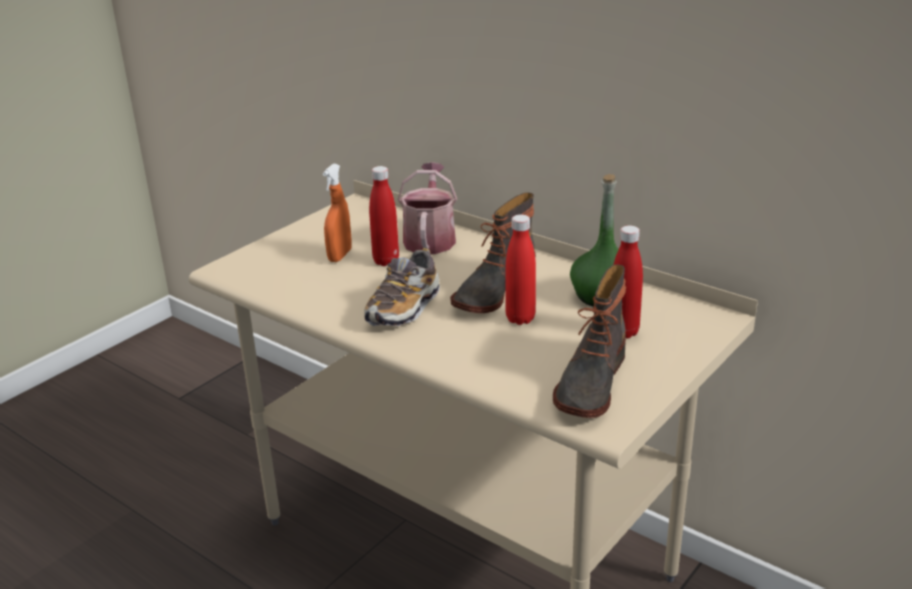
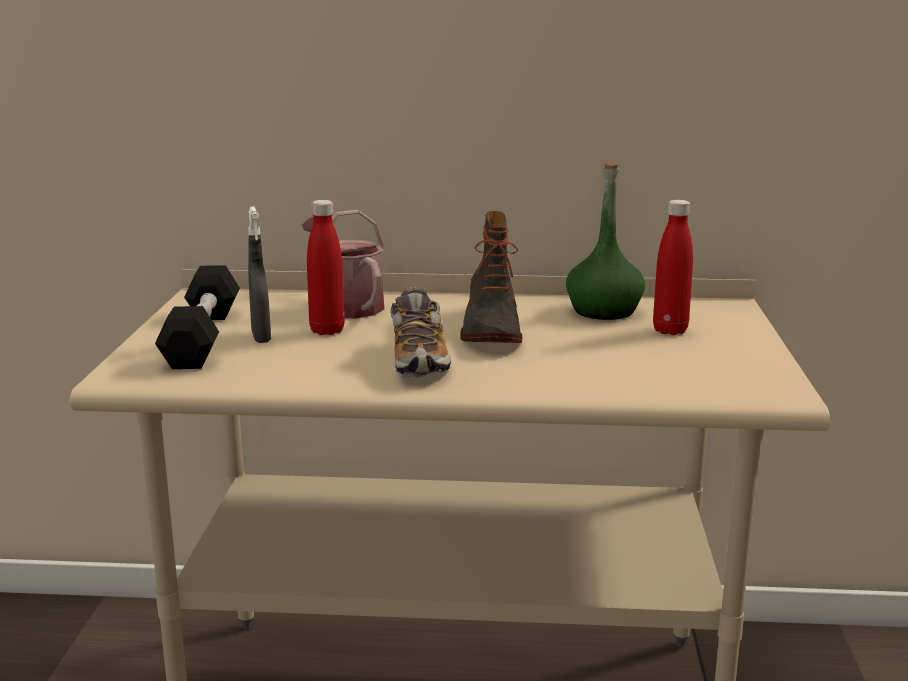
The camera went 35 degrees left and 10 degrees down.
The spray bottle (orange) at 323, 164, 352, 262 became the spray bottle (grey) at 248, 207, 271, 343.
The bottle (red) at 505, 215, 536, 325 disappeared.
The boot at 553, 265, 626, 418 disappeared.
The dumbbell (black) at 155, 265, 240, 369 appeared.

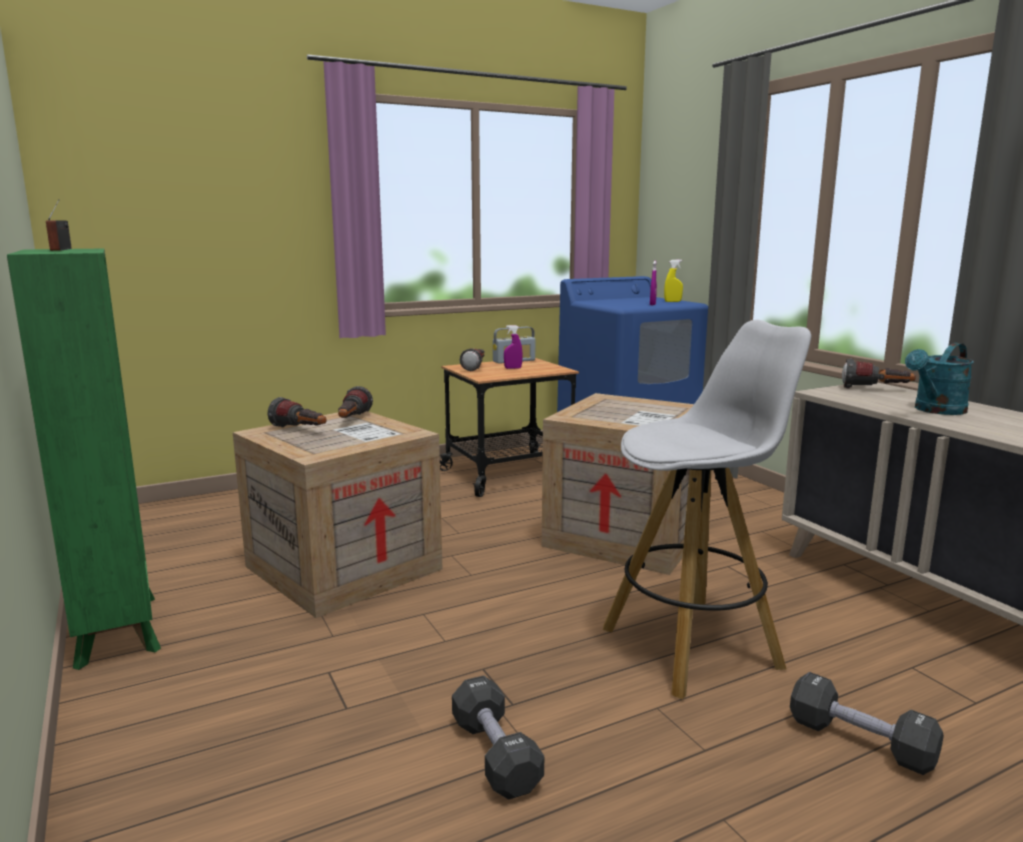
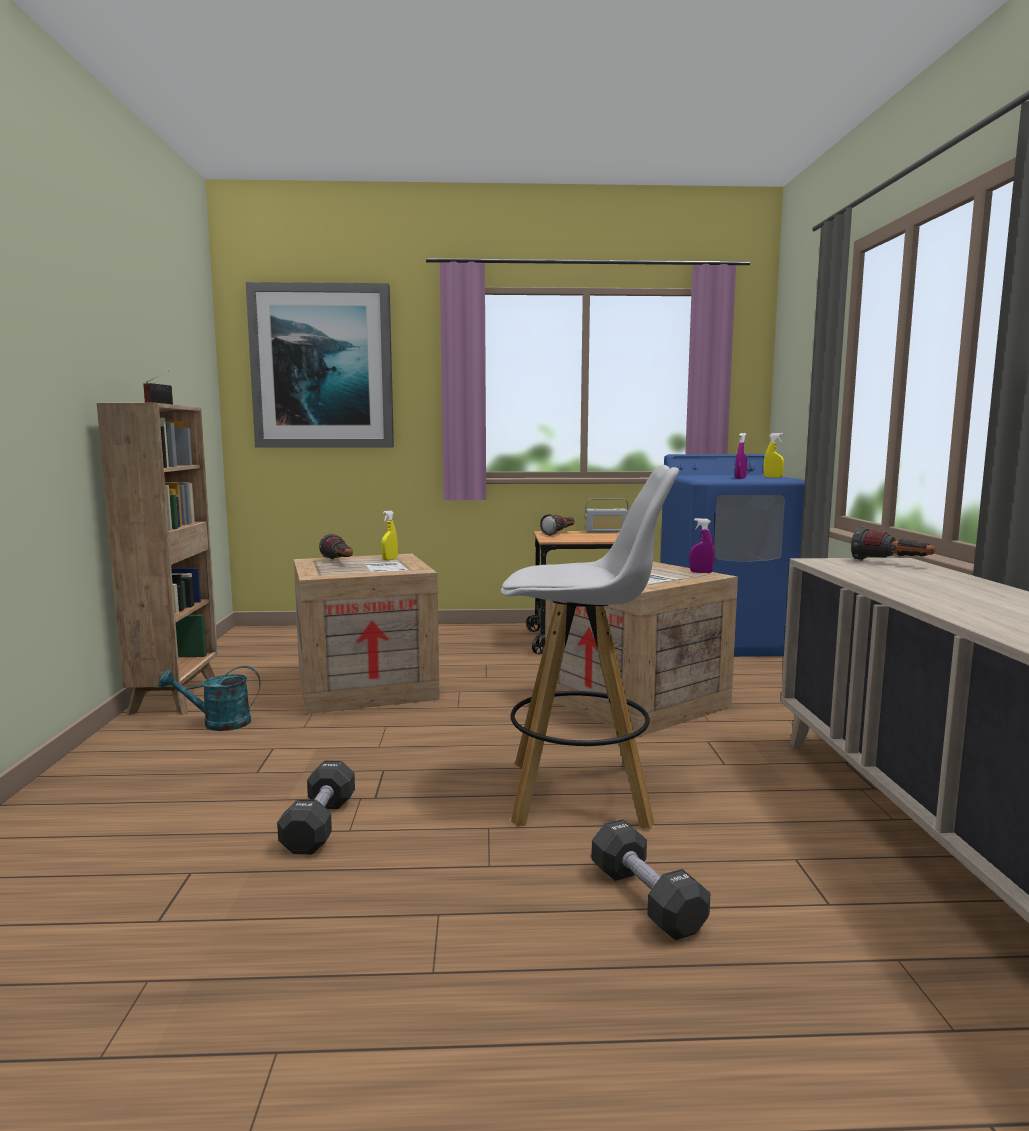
The camera went 25 degrees right and 5 degrees down.
The bookcase (green) at 7, 248, 161, 670 became the bookcase (brown) at 97, 403, 218, 715.
The flashlight at 338, 386, 373, 418 was replaced by the spray bottle (yellow) at 381, 510, 398, 560.
The spray bottle (purple) moved from 504, 325, 523, 369 to 689, 518, 714, 573.
The watering can (turquoise) moved from 905, 343, 974, 415 to 159, 666, 261, 731.
The picture at 246, 282, 394, 448 appeared.

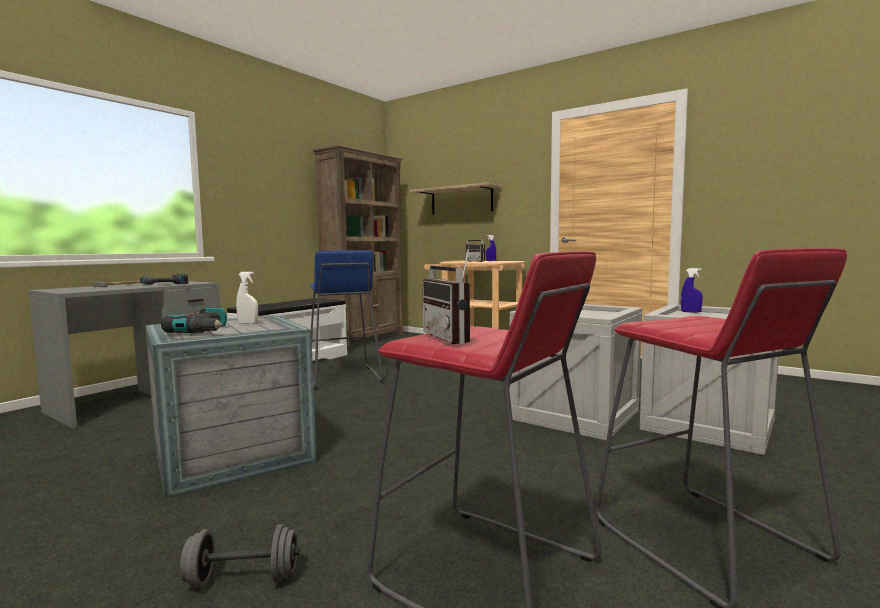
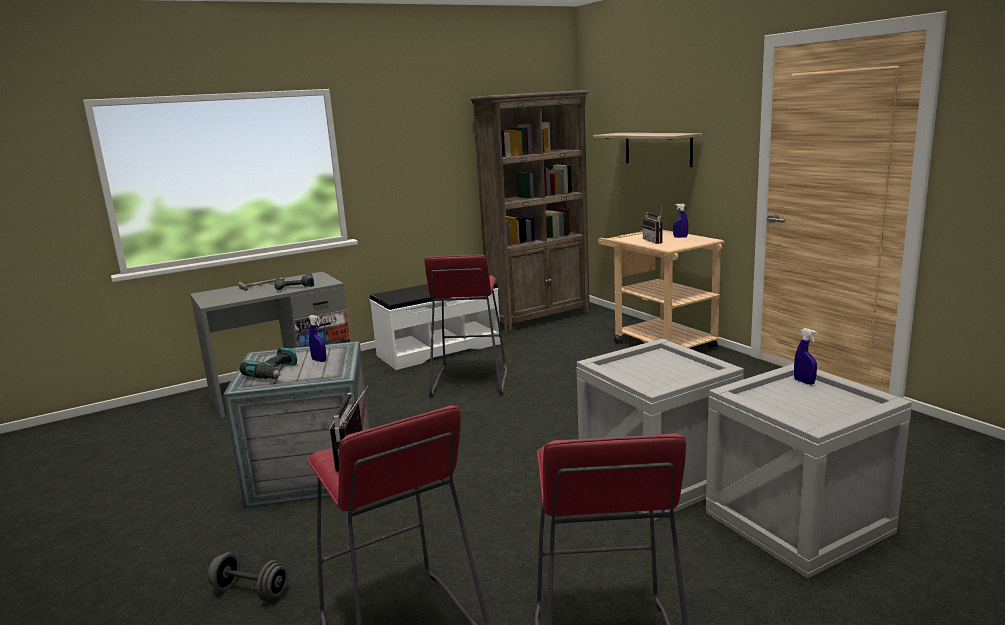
The camera went 25 degrees right and 10 degrees up.
The spray bottle (white) at 236, 272, 258, 324 became the spray bottle (blue) at 308, 315, 326, 362.
The stool (blue) at 310, 250, 384, 389 became the stool (red) at 425, 255, 507, 396.

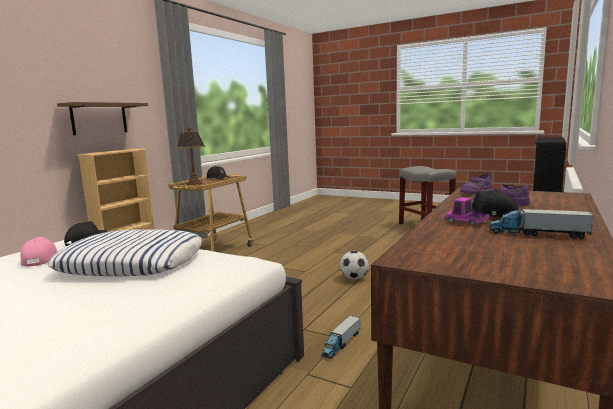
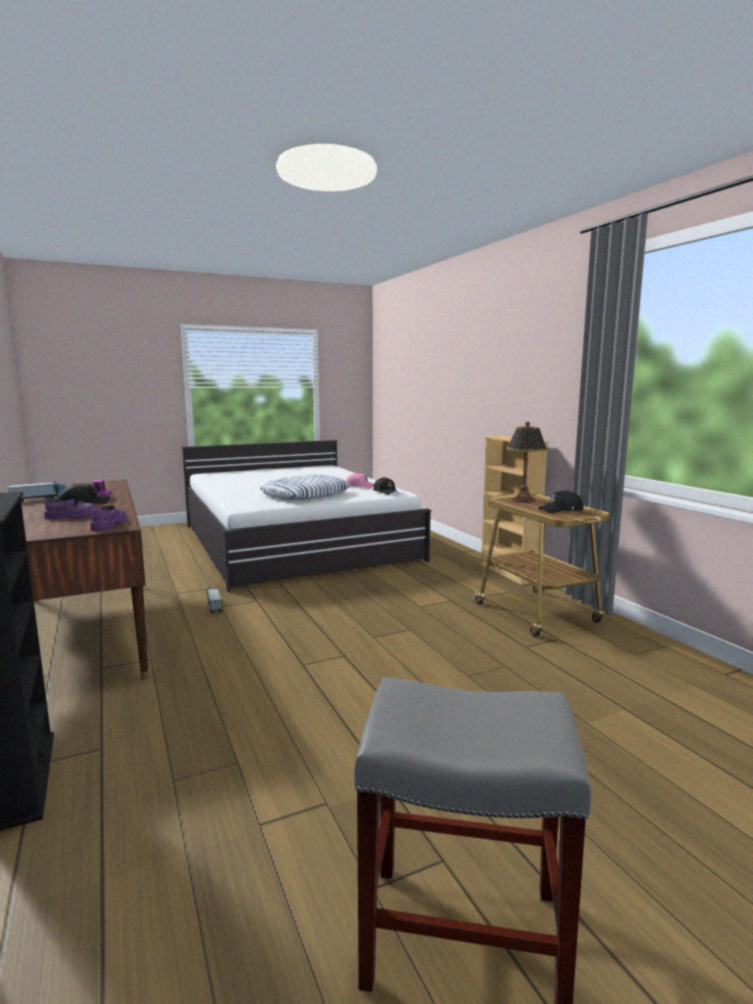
The camera went 125 degrees right and 0 degrees up.
The shelf (brown) at 57, 102, 148, 135 disappeared.
The football at 340, 251, 369, 279 disappeared.

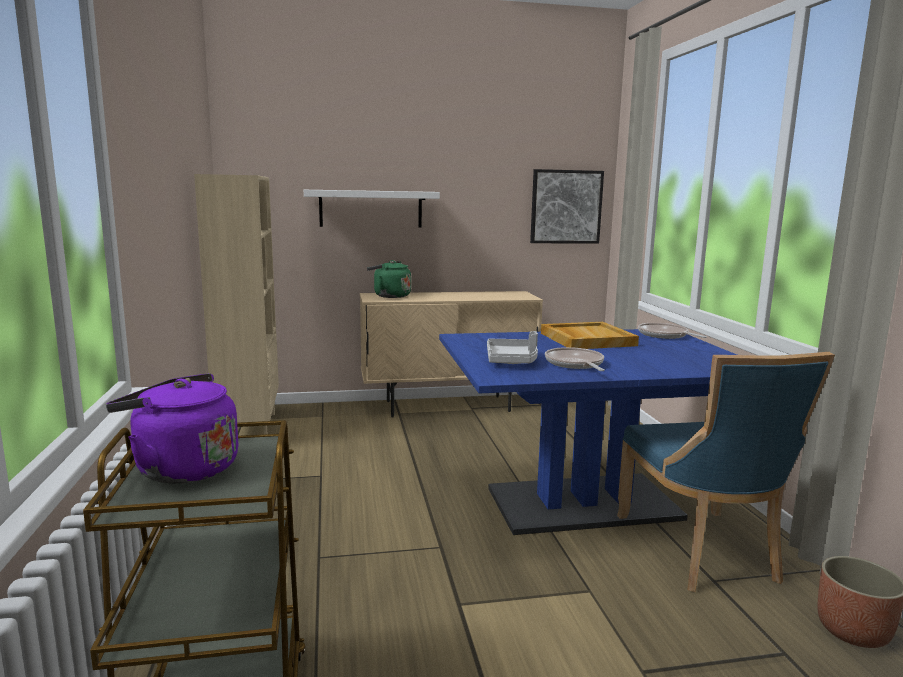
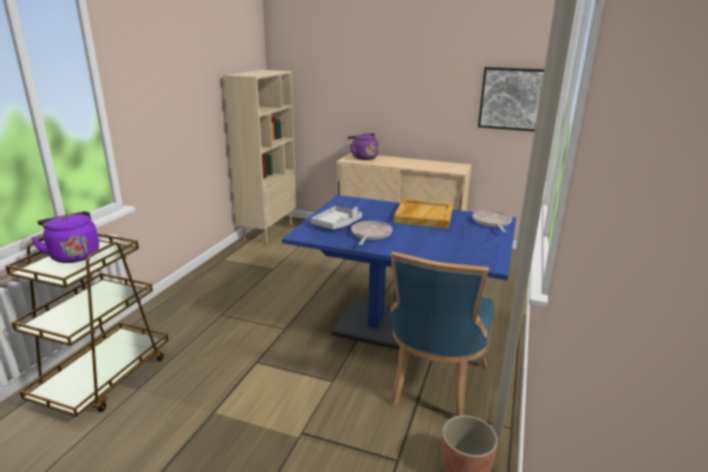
The camera went 30 degrees right and 10 degrees up.
The shelf (white) at 304, 190, 440, 228 disappeared.
The kettle (green) at 367, 260, 411, 298 became the kettle (purple) at 348, 133, 378, 160.

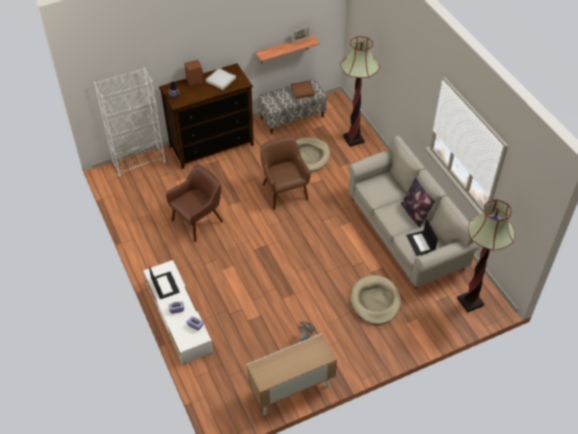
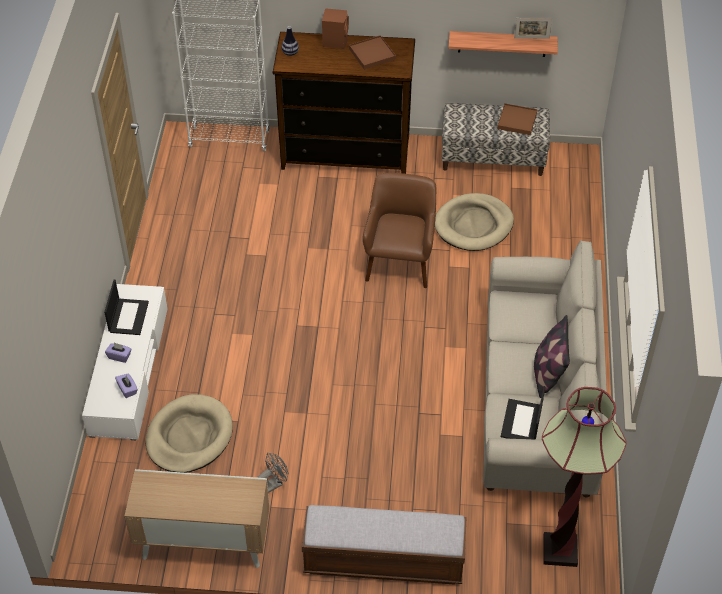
The camera went 30 degrees right and 0 degrees up.
The armchair (brown) at 166, 165, 223, 242 disappeared.
The tray (white) at 206, 68, 236, 90 became the tray (brown) at 349, 35, 396, 70.
The floor lamp at 340, 36, 380, 147 disappeared.
The dog bed (beige) moved from 350, 275, 401, 325 to 146, 394, 233, 473.
The bench at 302, 505, 466, 585 appeared.

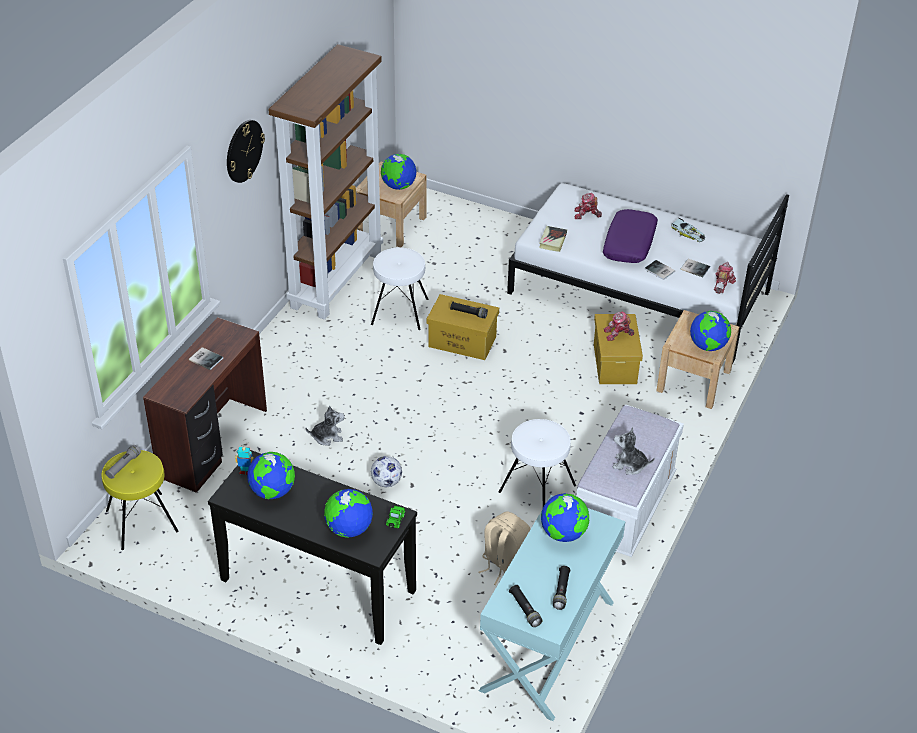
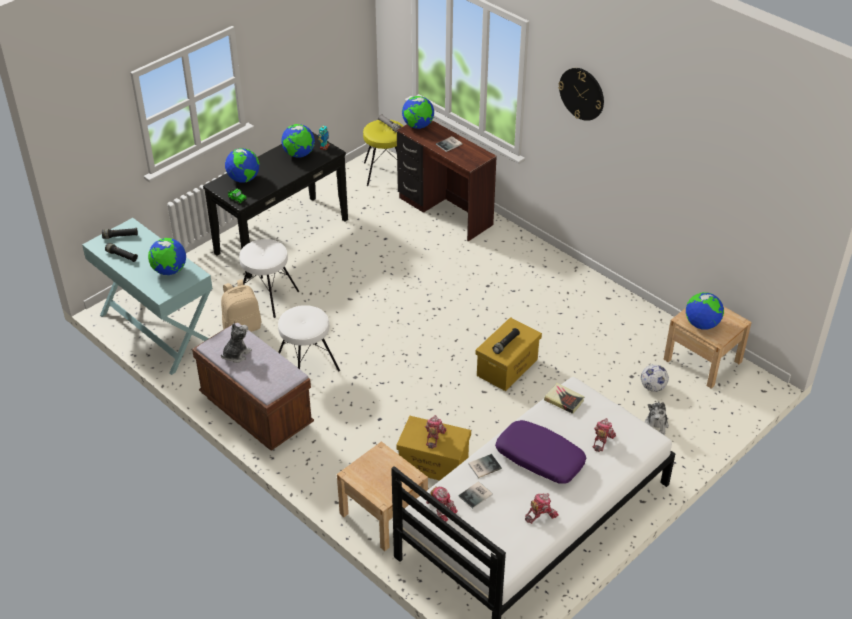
The camera went 110 degrees right and 0 degrees up.
The bookcase (brown) at 268, 44, 383, 320 disappeared.
The plush toy moved from 306, 406, 345, 446 to 645, 402, 669, 435.
The stool (white) moved from 371, 247, 428, 330 to 239, 239, 299, 318.
The football moved from 371, 456, 402, 487 to 641, 364, 669, 392.
The bench (white) at 576, 405, 684, 557 became the bench (brown) at 192, 322, 314, 450.
The toy car at 671, 218, 705, 242 was replaced by the toy robot at 525, 493, 559, 524.
The globe moved from 690, 311, 731, 351 to 402, 96, 434, 129.

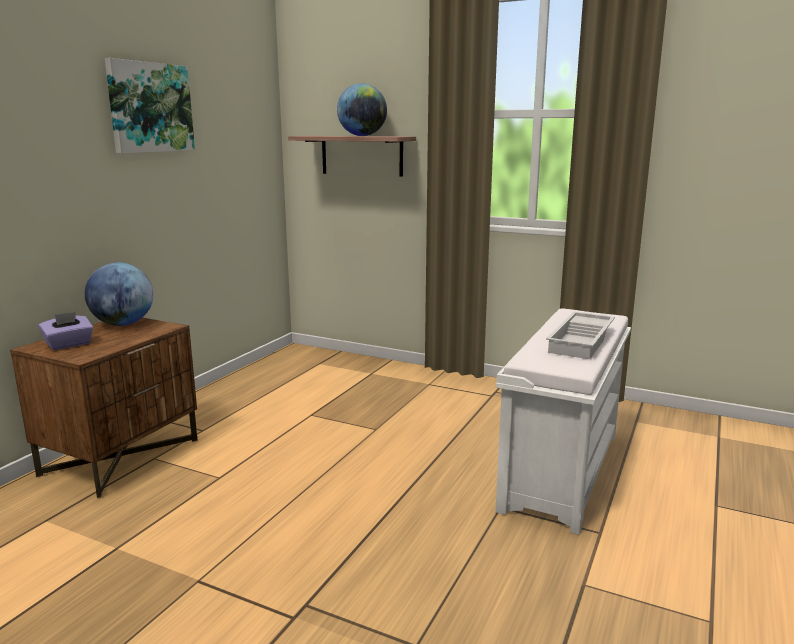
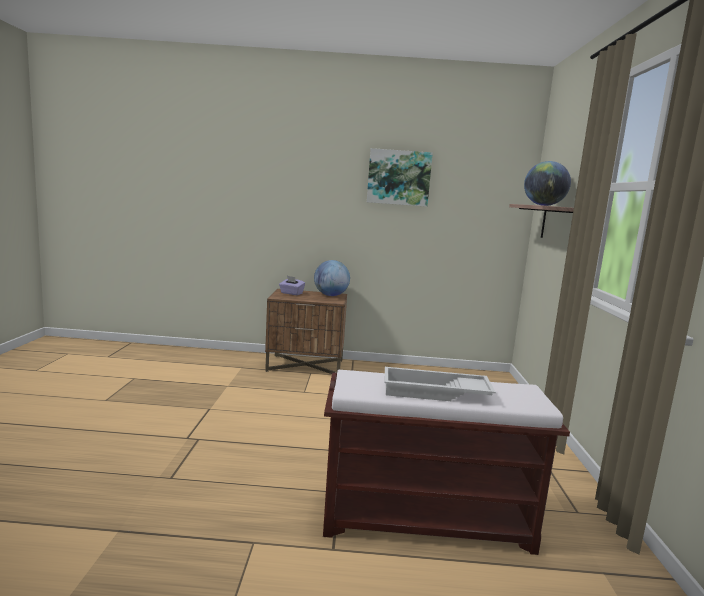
The camera went 65 degrees right and 5 degrees down.
The bench (white) at 495, 309, 631, 535 became the bench (brown) at 323, 370, 570, 555.

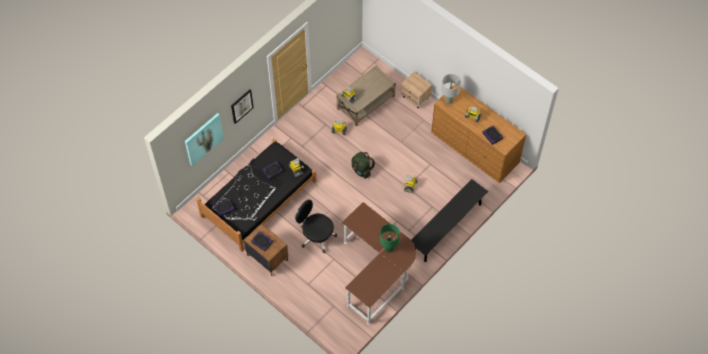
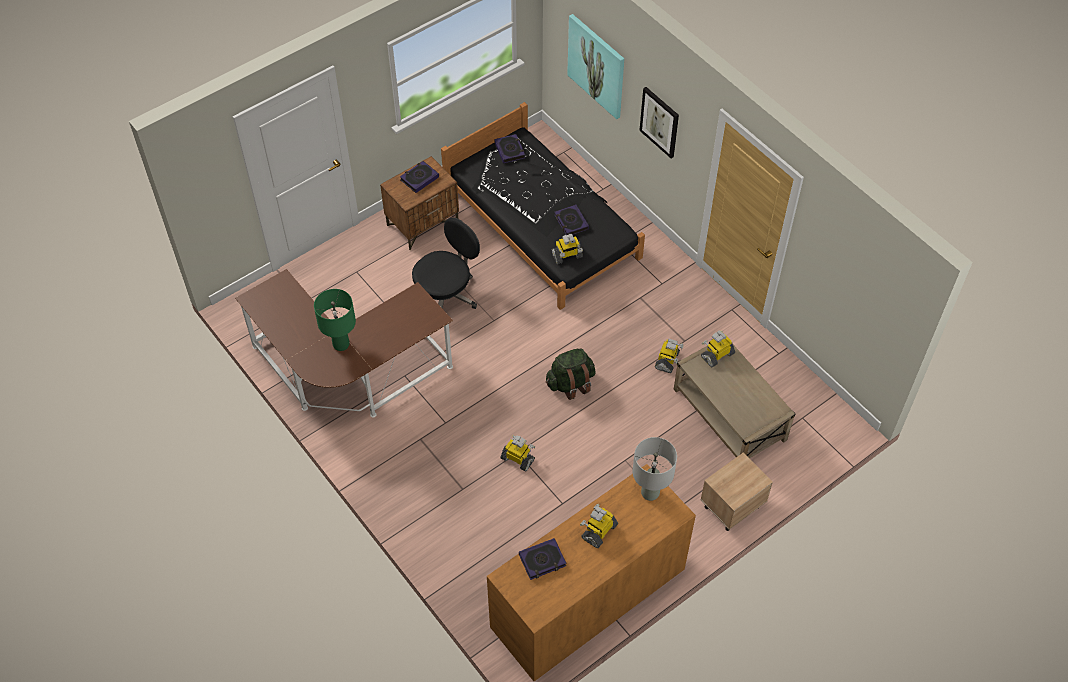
The camera went 100 degrees right and 5 degrees down.
The bench (black) at 411, 179, 488, 262 disappeared.

